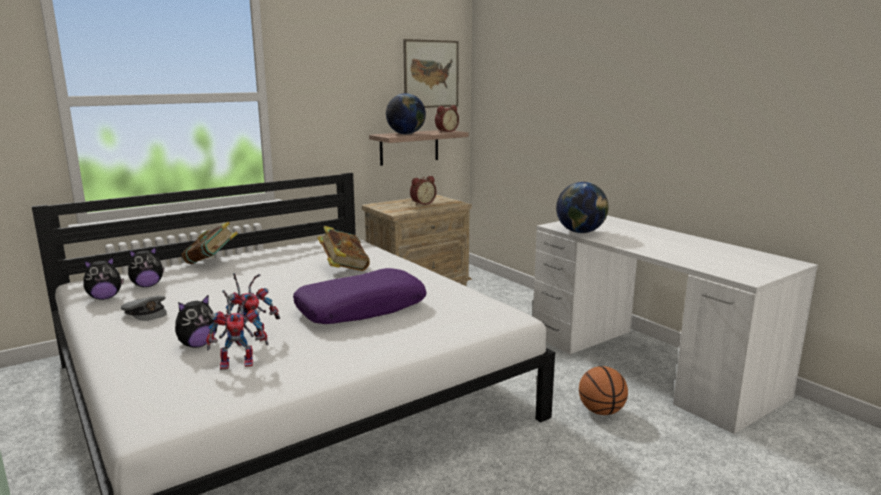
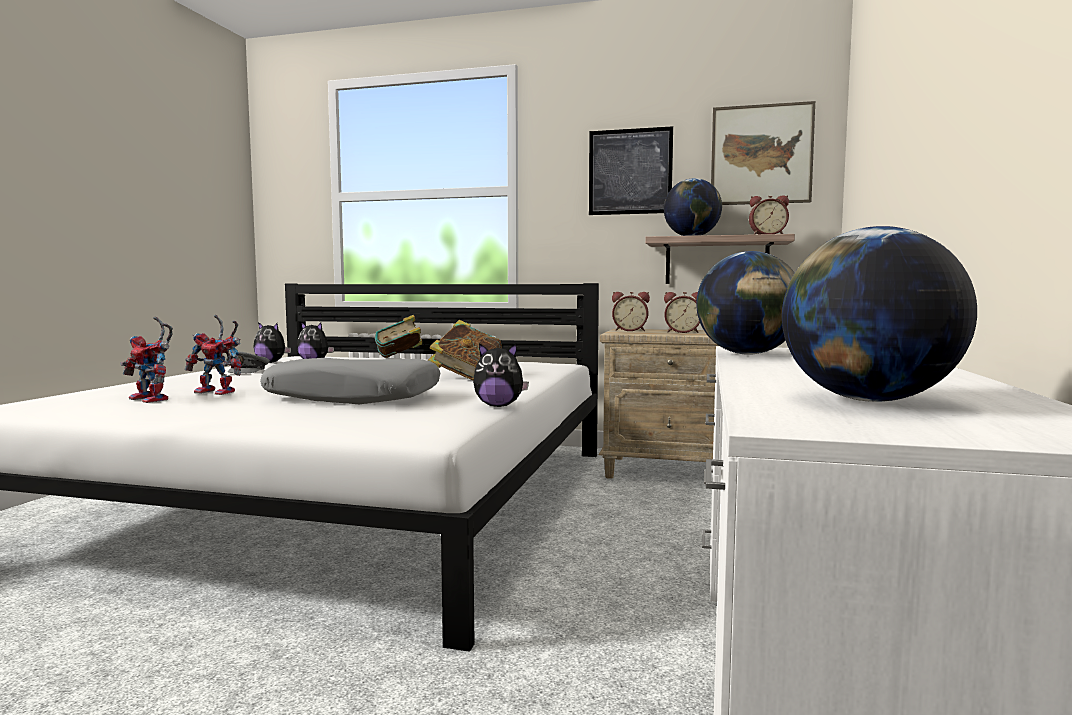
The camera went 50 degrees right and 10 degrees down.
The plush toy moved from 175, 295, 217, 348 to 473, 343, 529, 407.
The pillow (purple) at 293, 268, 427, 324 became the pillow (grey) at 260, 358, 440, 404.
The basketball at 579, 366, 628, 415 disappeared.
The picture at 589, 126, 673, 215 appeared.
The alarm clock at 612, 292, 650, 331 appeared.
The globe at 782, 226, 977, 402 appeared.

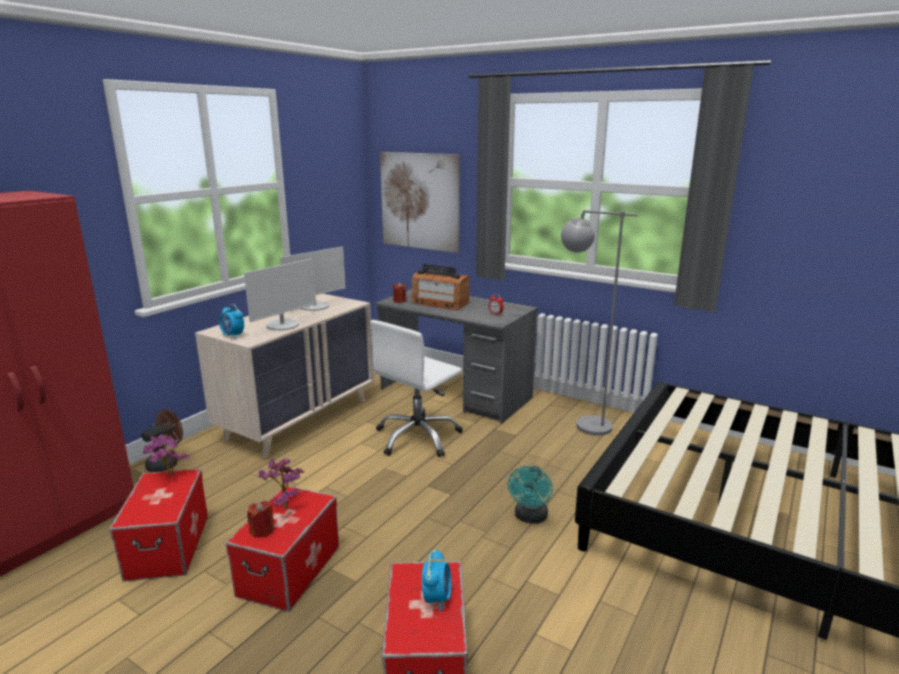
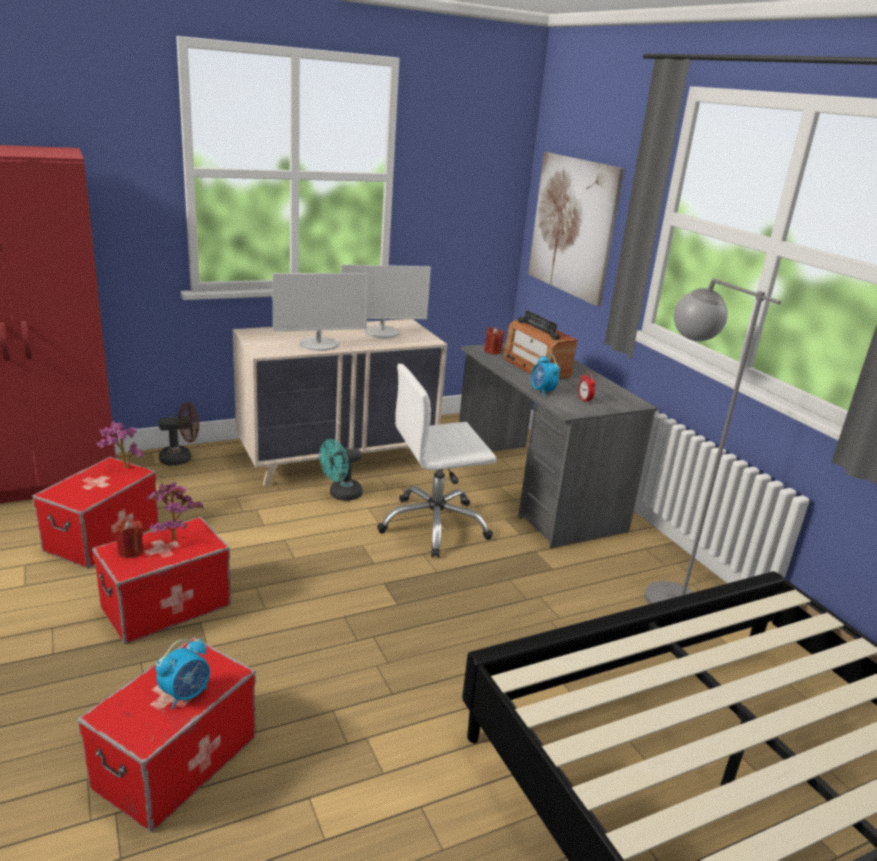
The camera went 30 degrees right and 5 degrees up.
The alarm clock moved from 219, 304, 244, 339 to 531, 354, 560, 396.
The fan (turquoise) moved from 508, 466, 553, 524 to 319, 439, 363, 501.

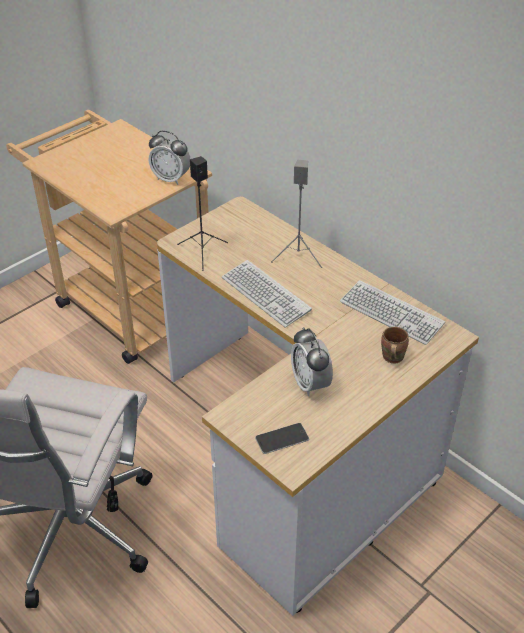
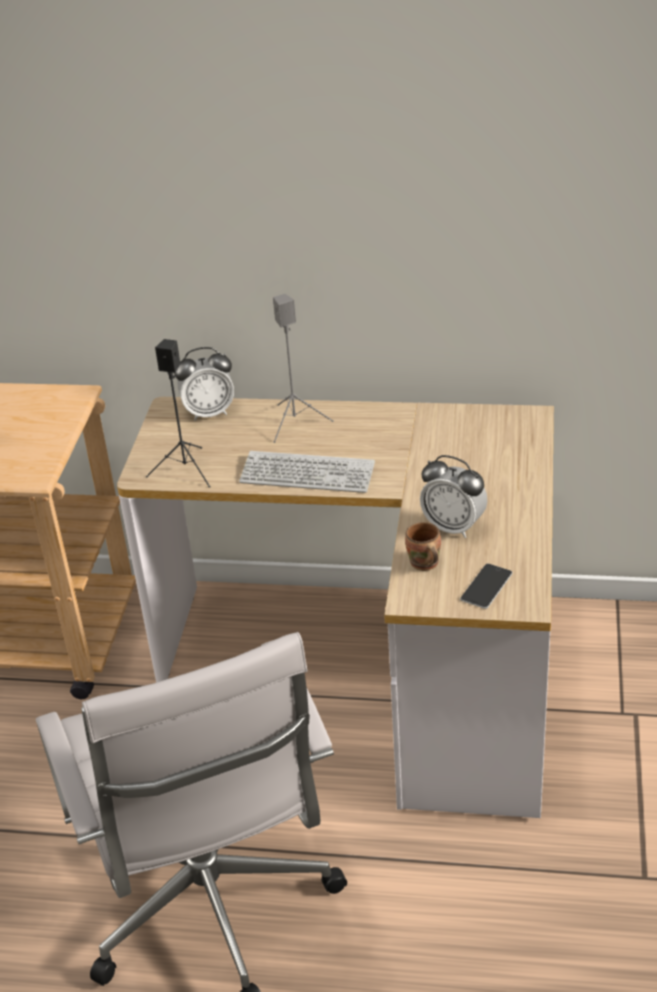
The camera went 35 degrees left and 5 degrees down.
The alarm clock moved from 149, 131, 190, 185 to 175, 347, 234, 421.
The keyboard at 340, 280, 445, 345 disappeared.
The mug (brown) moved from 381, 327, 409, 363 to 405, 522, 441, 571.

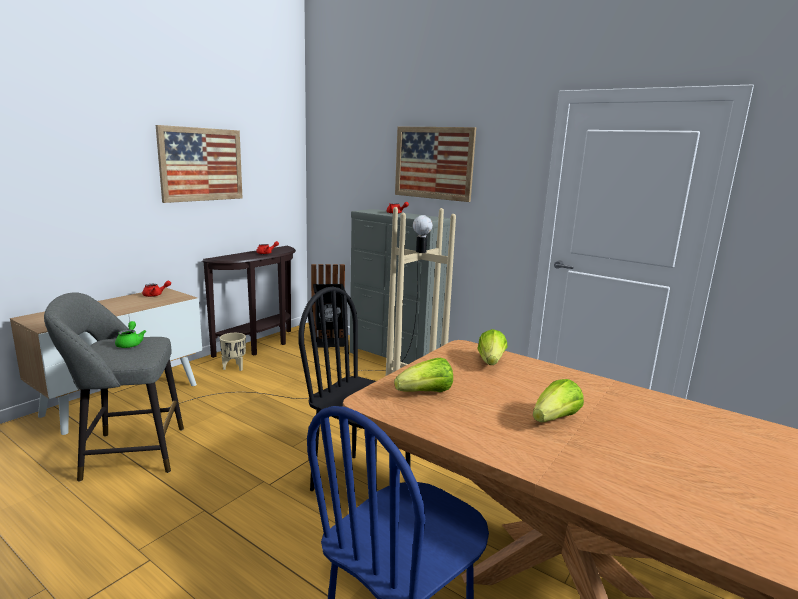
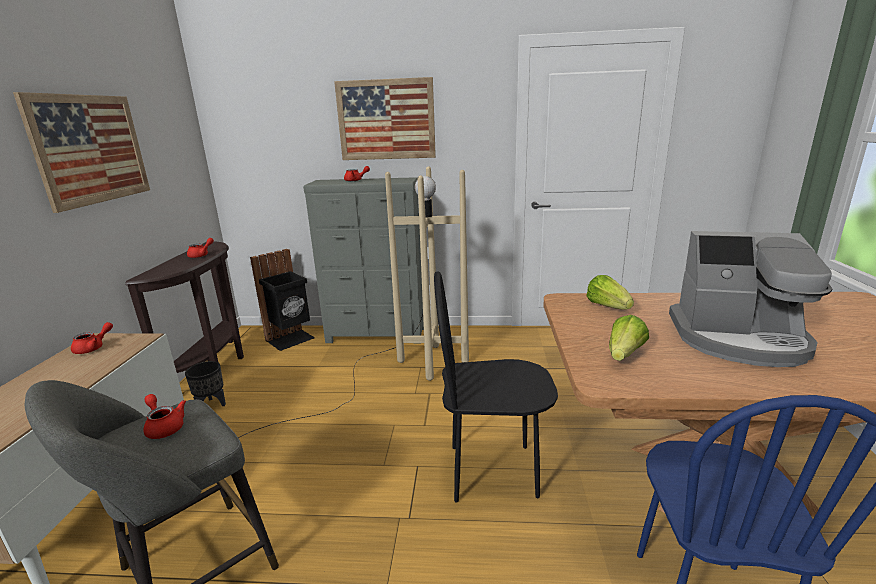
The camera went 30 degrees left and 5 degrees up.
The teapot (green) at 115, 321, 146, 348 became the teapot (red) at 143, 394, 186, 439.
The planter (beige) at 220, 333, 246, 371 became the planter (black) at 185, 361, 226, 406.
The lettuce at 533, 379, 584, 422 was replaced by the coffee machine at 669, 231, 832, 367.

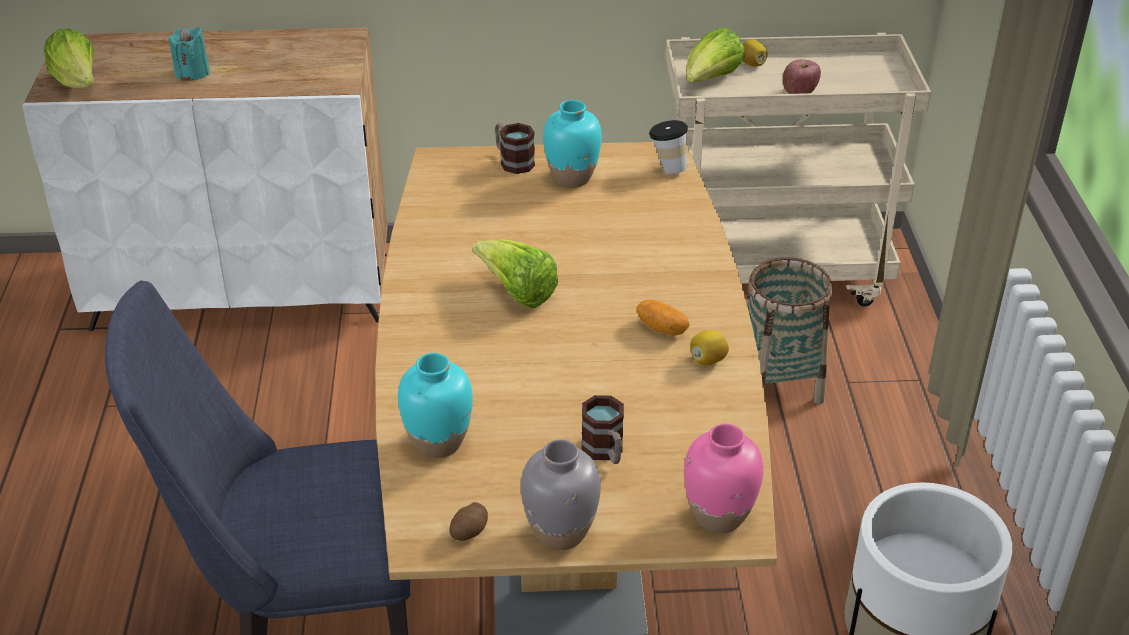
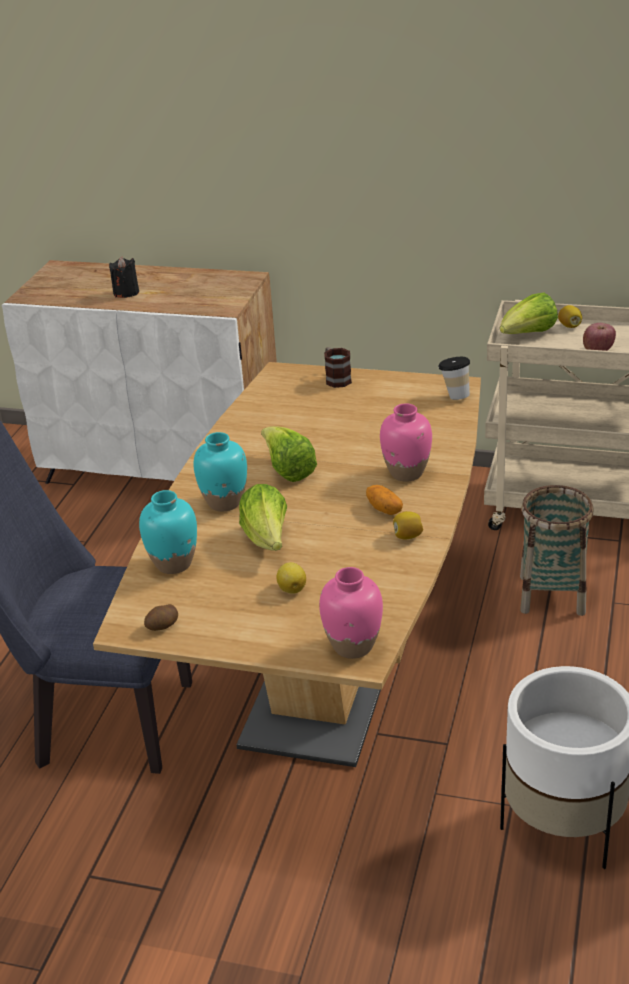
The camera went 20 degrees right and 5 degrees down.
The lettuce moved from 44, 29, 95, 89 to 239, 484, 287, 551.
The candle (turquoise) at 169, 26, 210, 81 became the candle (black) at 109, 257, 139, 298.
The vase (grey) at 521, 439, 601, 550 disappeared.
The vase (turquoise) moved from 543, 100, 602, 188 to 193, 432, 247, 511.
The mug at 582, 395, 624, 464 was replaced by the lemon at 277, 562, 306, 594.
The vase (pink) at 380, 403, 432, 482 appeared.

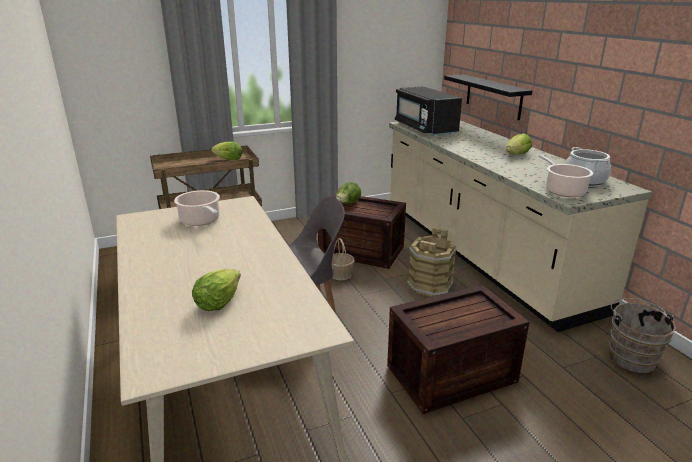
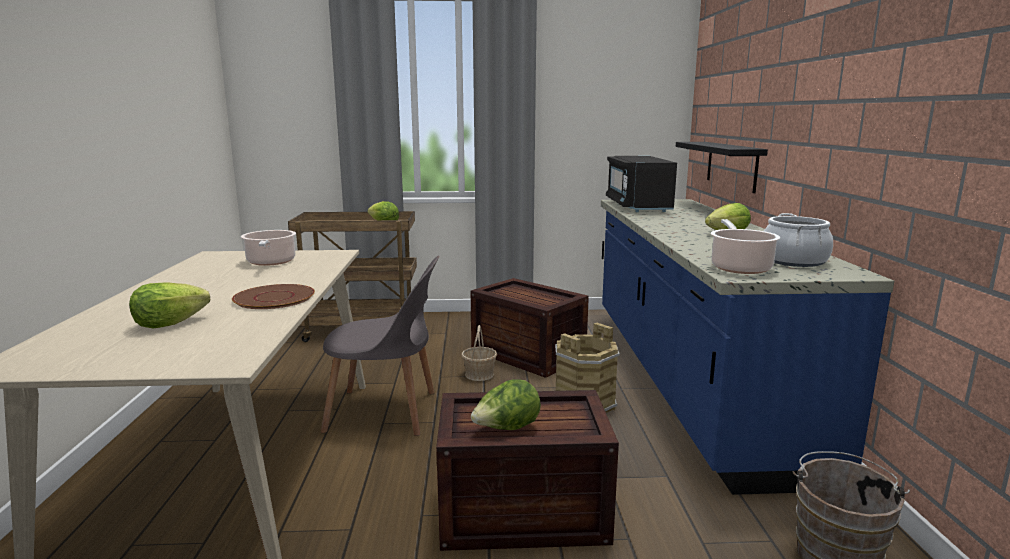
The camera went 20 degrees right and 10 degrees down.
The lettuce moved from 336, 182, 361, 204 to 471, 379, 541, 430.
The counter (beige) at 389, 121, 652, 332 became the counter (blue) at 601, 199, 894, 495.
The plate (brown) at 232, 284, 315, 309 appeared.

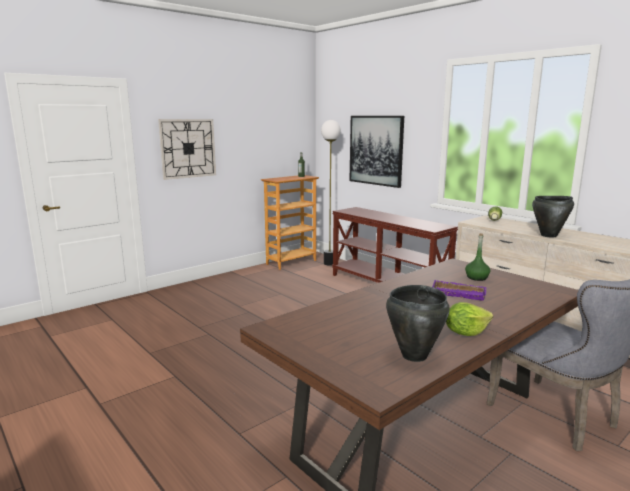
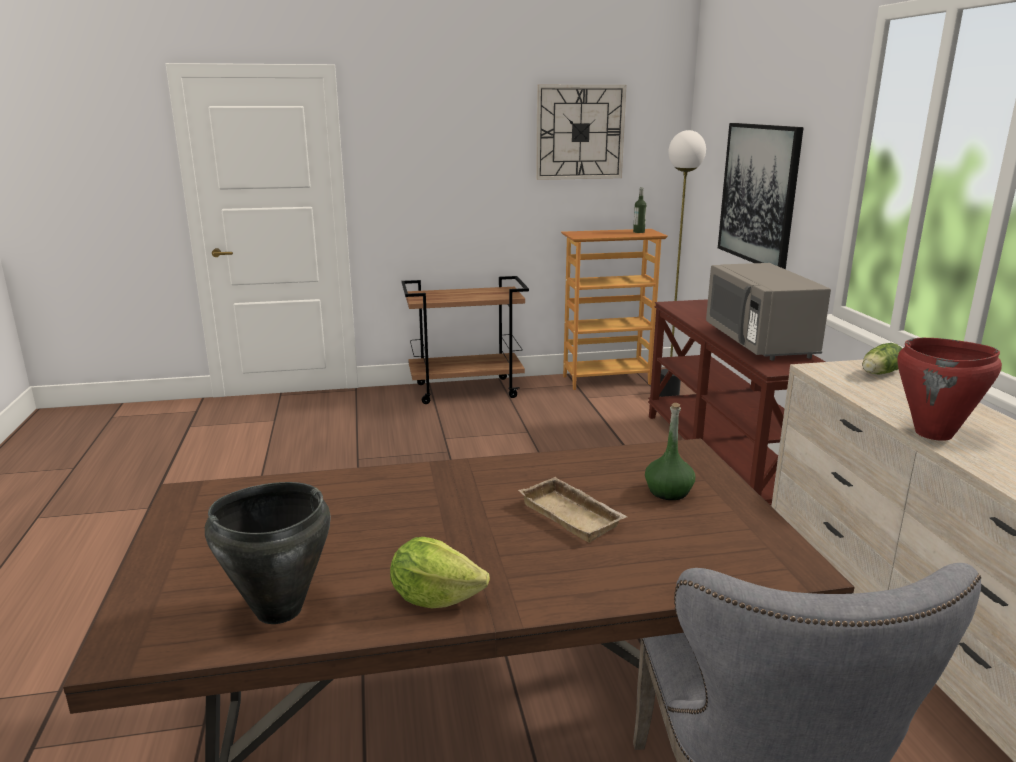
The camera went 30 degrees right and 5 degrees up.
The wall clock moved from 158, 119, 216, 180 to 536, 85, 626, 180.
The tray (purple) at 432, 280, 486, 300 became the tray (beige) at 518, 477, 627, 543.
The cooking pot (black) at 532, 196, 574, 238 became the cooking pot (red) at 898, 338, 1002, 441.
The cart (brown) at 402, 276, 529, 404 appeared.
The microwave (grey) at 706, 263, 831, 361 appeared.

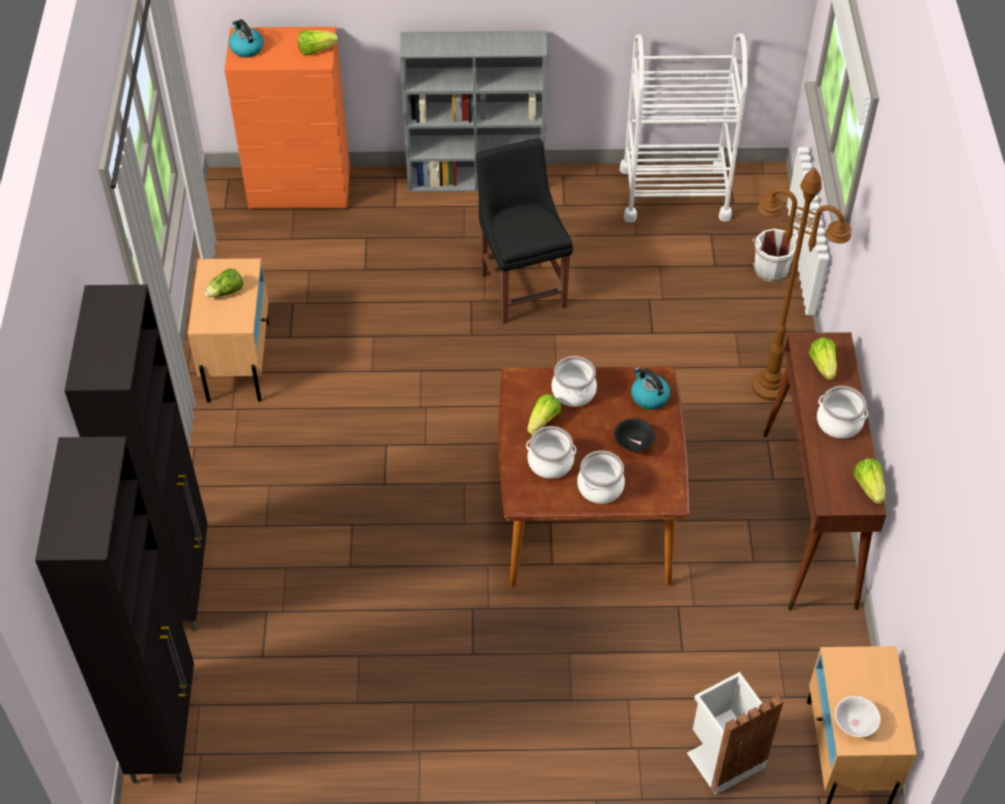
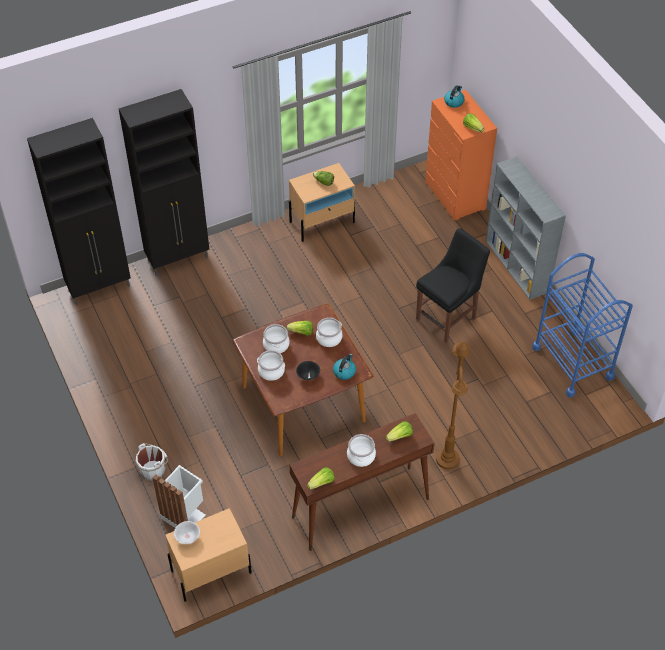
The camera went 65 degrees right and 0 degrees up.
The cart (white) at 620, 33, 747, 223 became the cart (blue) at 532, 253, 633, 398.
The bucket (white) moved from 752, 229, 798, 282 to 135, 443, 168, 481.

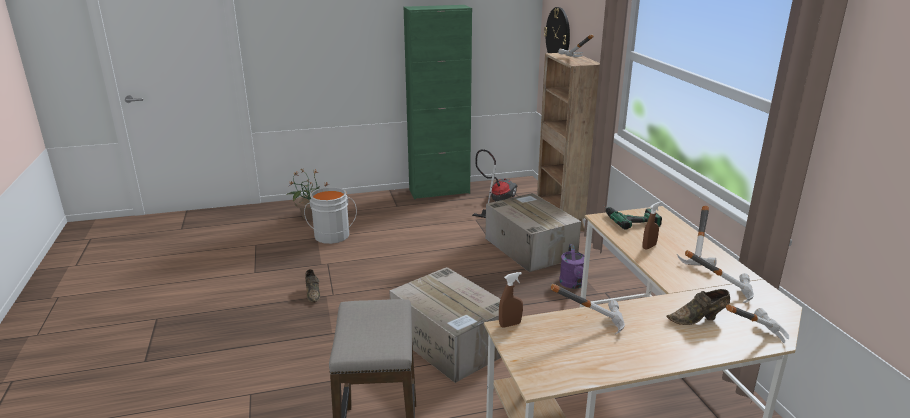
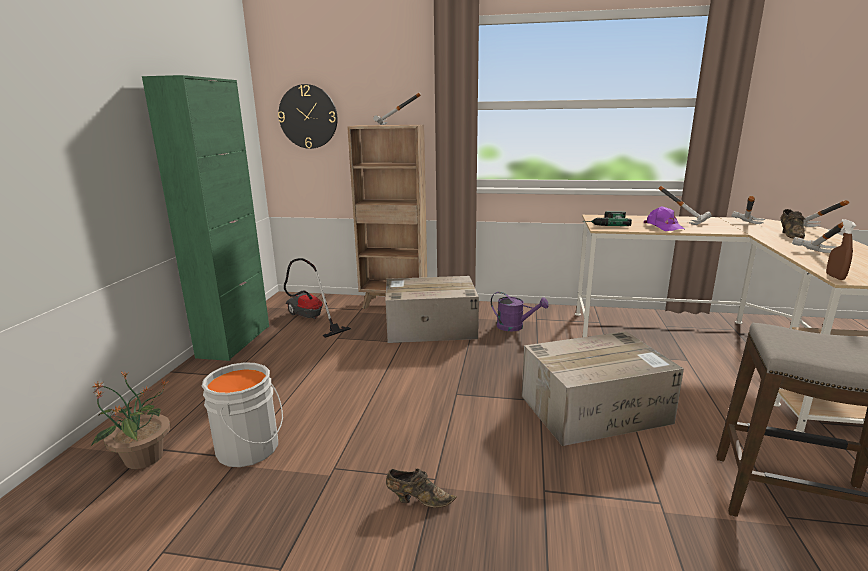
The camera went 65 degrees left and 5 degrees down.
The spray bottle (brown) at 643, 202, 661, 250 was replaced by the cap (purple) at 644, 206, 684, 231.

